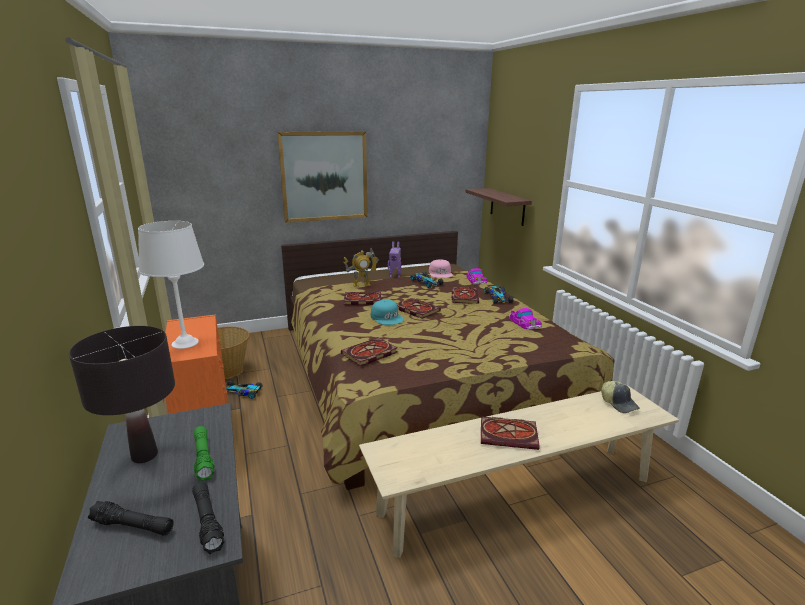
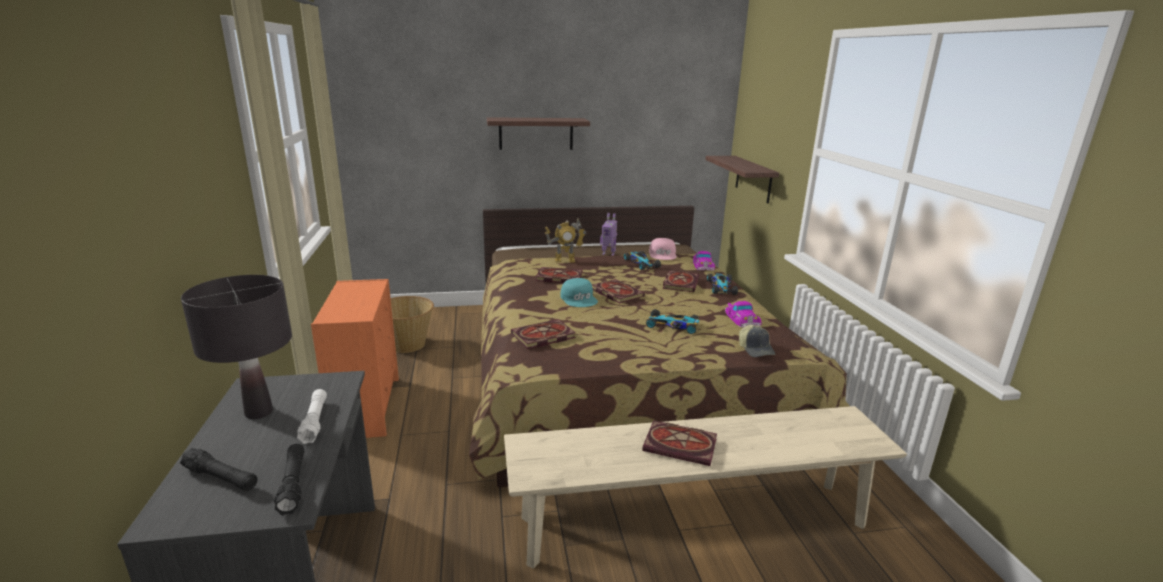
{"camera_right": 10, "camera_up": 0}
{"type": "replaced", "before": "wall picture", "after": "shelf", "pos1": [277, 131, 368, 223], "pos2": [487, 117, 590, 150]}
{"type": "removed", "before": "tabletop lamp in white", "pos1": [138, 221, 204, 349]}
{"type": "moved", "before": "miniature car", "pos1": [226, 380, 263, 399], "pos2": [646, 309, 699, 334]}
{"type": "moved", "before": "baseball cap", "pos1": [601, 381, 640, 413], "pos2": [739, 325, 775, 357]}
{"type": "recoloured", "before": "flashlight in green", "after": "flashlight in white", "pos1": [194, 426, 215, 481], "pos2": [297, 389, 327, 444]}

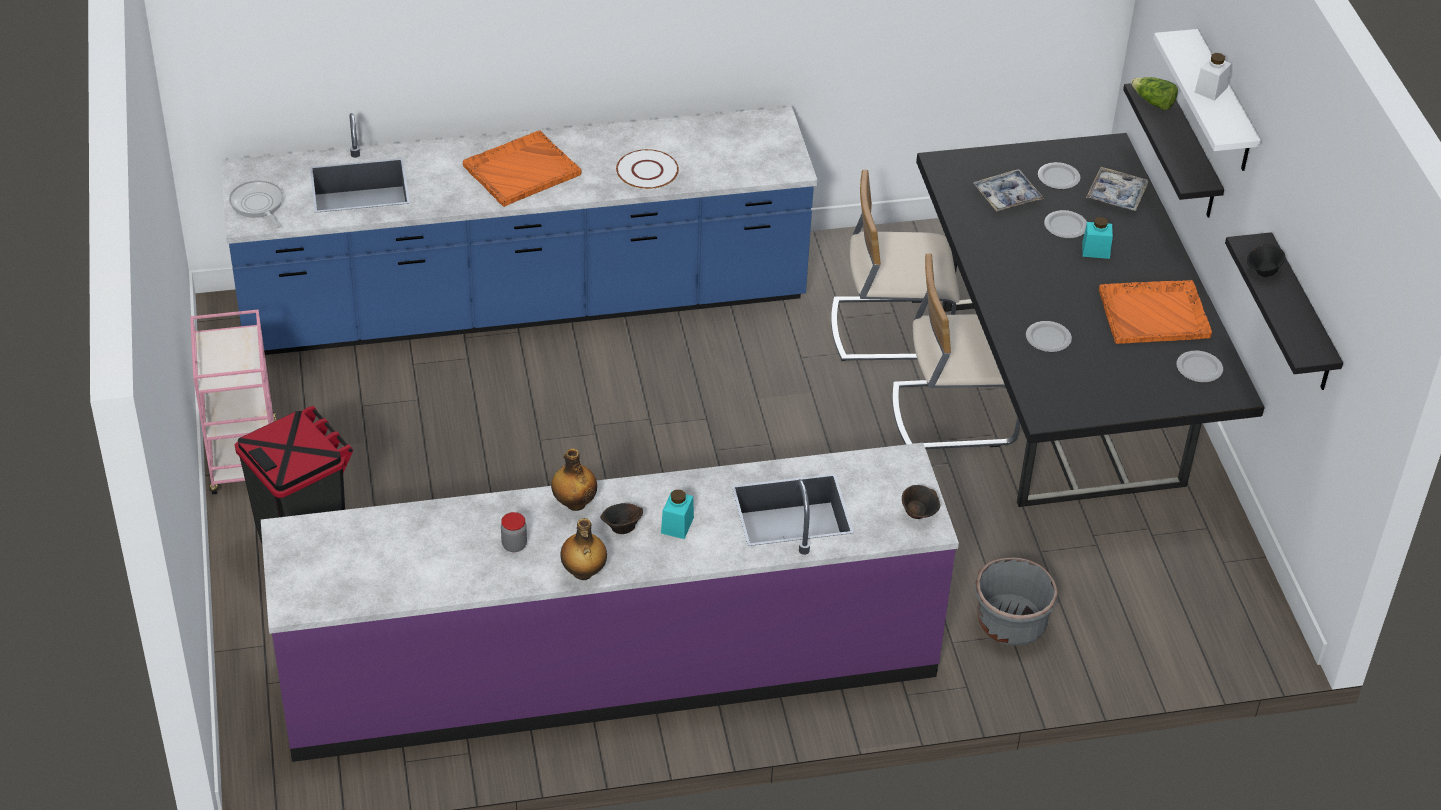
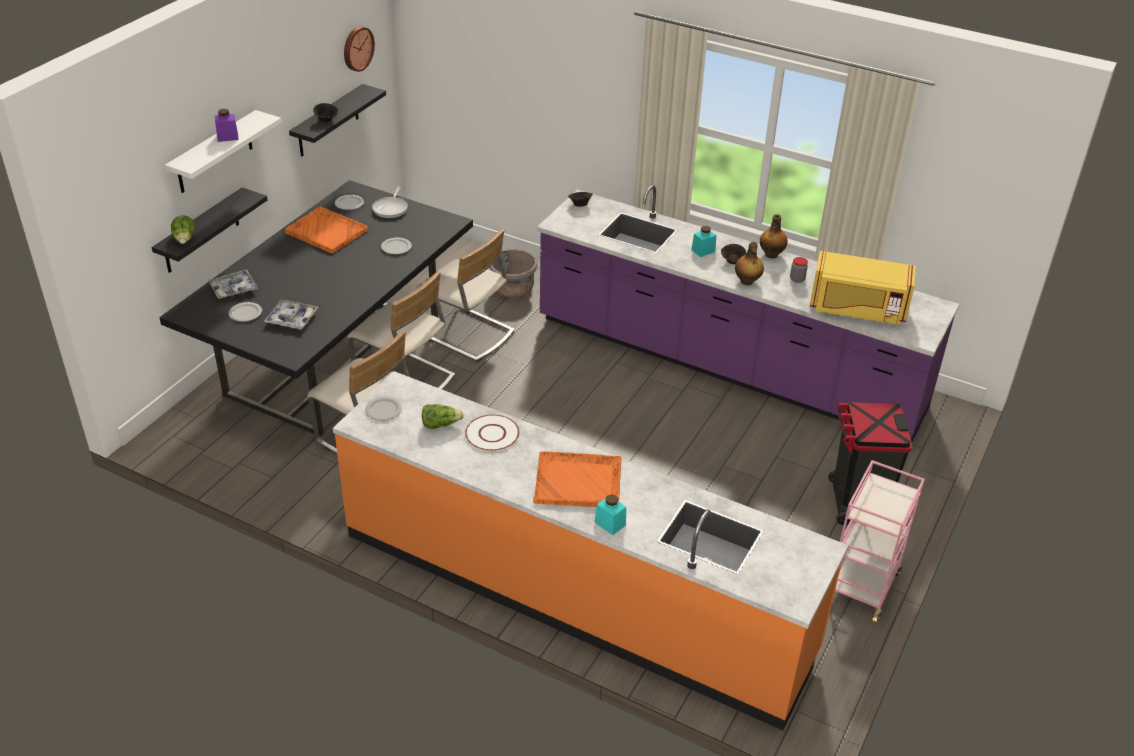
{"camera_right": -140, "camera_up": -5}
{"type": "recoloured", "before": "preserve jar in white", "after": "preserve jar in purple-coloured", "pos1": [1195, 53, 1232, 101], "pos2": [215, 109, 239, 142]}
{"type": "recoloured", "before": "kitchen base unit in blue", "after": "kitchen base unit in orangey", "pos1": [221, 107, 818, 355], "pos2": [333, 371, 849, 730]}
{"type": "moved", "before": "skillet", "pos1": [229, 180, 283, 228], "pos2": [372, 187, 408, 218]}
{"type": "moved", "before": "plate", "pos1": [1044, 210, 1087, 239], "pos2": [365, 397, 402, 421]}
{"type": "moved", "before": "preserve jar in blue-green", "pos1": [1082, 217, 1113, 259], "pos2": [595, 494, 626, 535]}
{"type": "added", "after": "clock on the wall", "pos2": [344, 26, 375, 72]}
{"type": "added", "after": "upright chair in sand-coloured", "pos2": [414, 229, 515, 362]}
{"type": "added", "after": "microwave oven in yellow-coloured", "pos2": [810, 251, 916, 325]}
{"type": "added", "after": "lettuce", "pos2": [422, 404, 464, 429]}

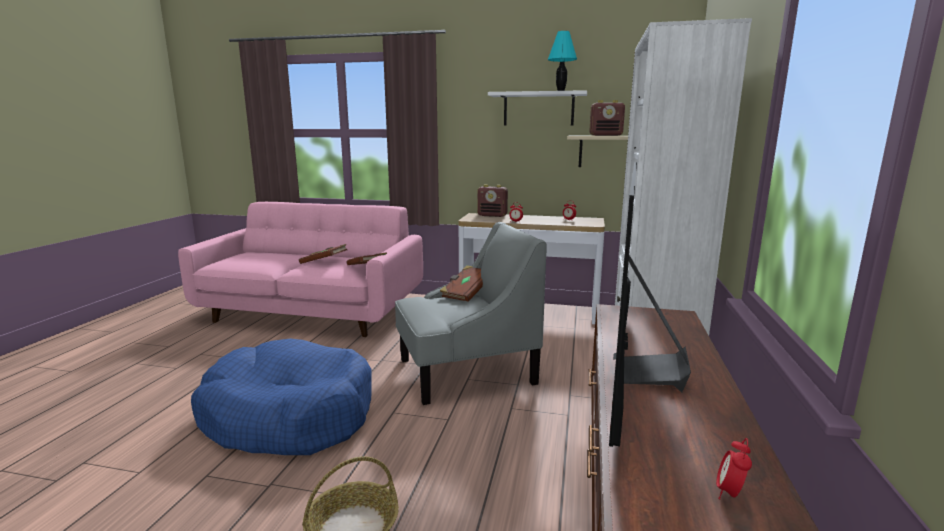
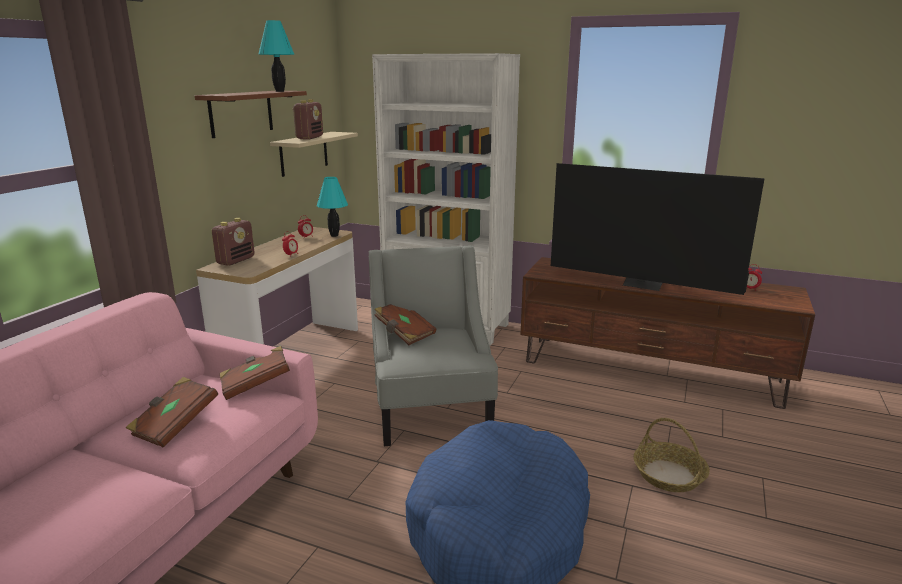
{"camera_right": -80, "camera_up": 5}
{"type": "recoloured", "before": "shelf in white", "after": "shelf in brown", "pos1": [488, 90, 587, 125], "pos2": [195, 91, 307, 138]}
{"type": "added", "after": "tabletop lamp in blue-green", "pos2": [317, 177, 348, 237]}

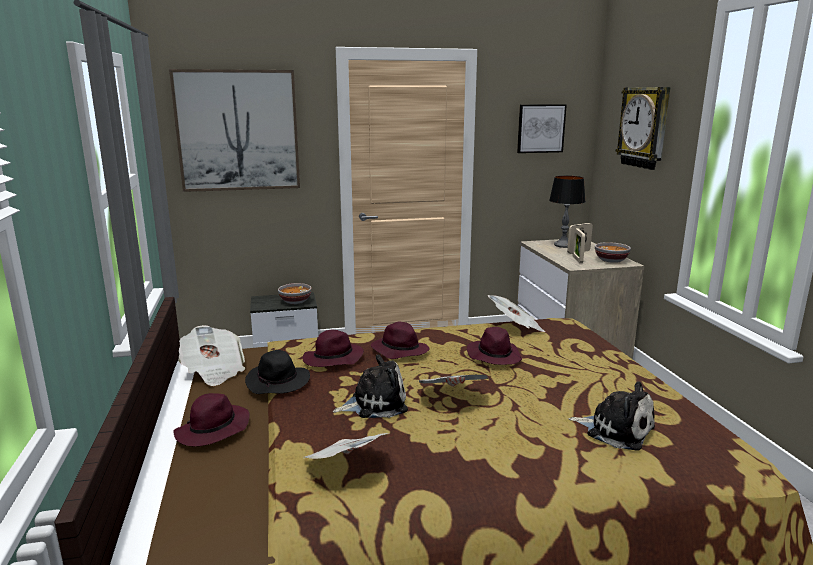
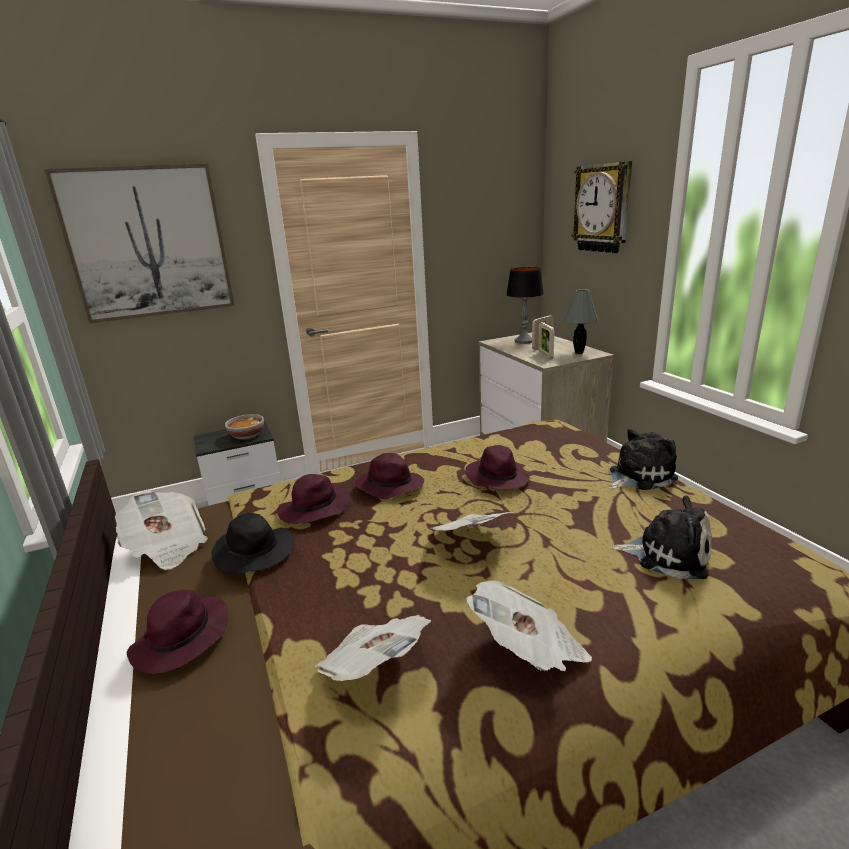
{"camera_right": -10, "camera_up": 5}
{"type": "removed", "before": "wall picture", "pos1": [517, 104, 567, 153]}
{"type": "replaced", "before": "deep dish", "after": "tabletop lamp in gray", "pos1": [595, 242, 631, 263], "pos2": [564, 289, 598, 354]}
{"type": "moved", "before": "printed paper", "pos1": [487, 295, 545, 332], "pos2": [466, 580, 592, 671]}
{"type": "moved", "before": "cuddly toy", "pos1": [333, 355, 408, 418], "pos2": [609, 429, 678, 490]}

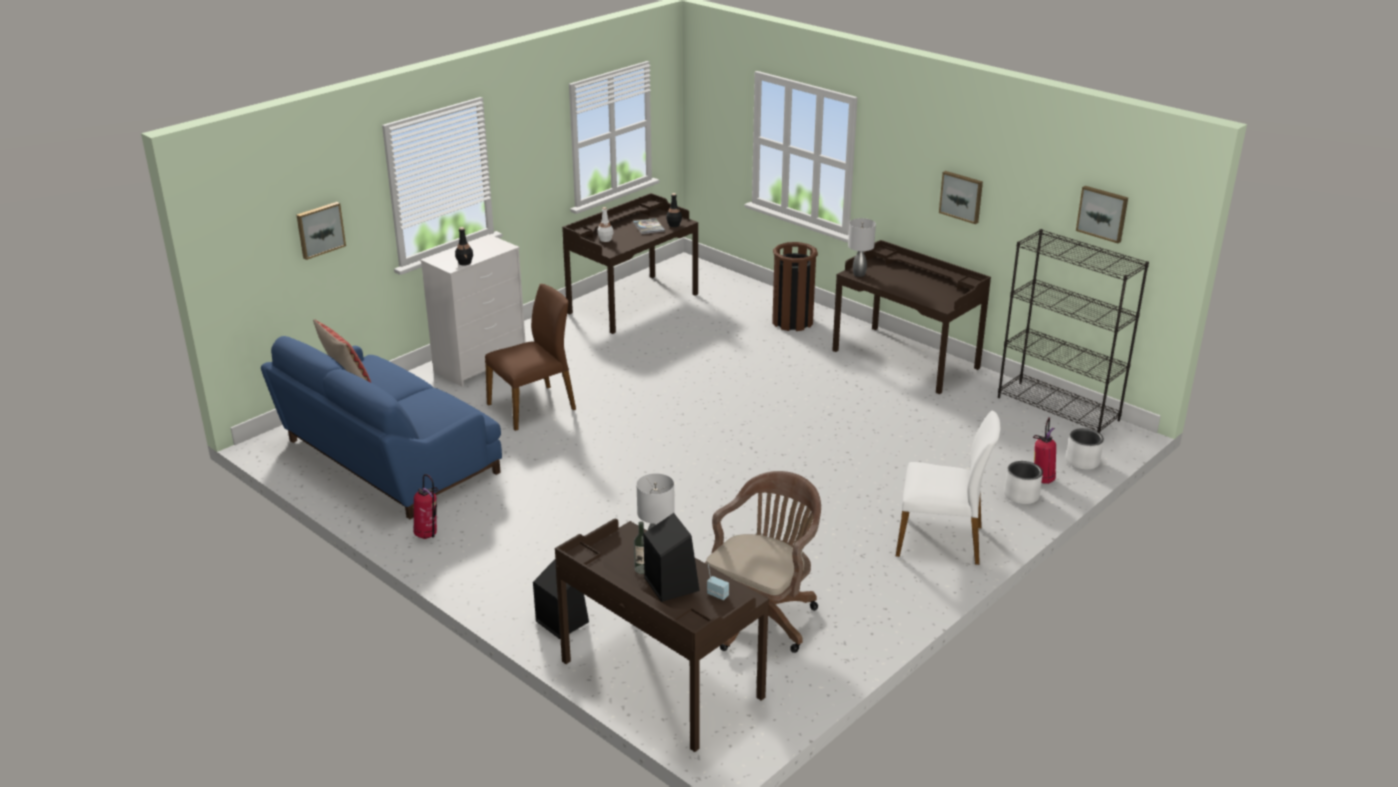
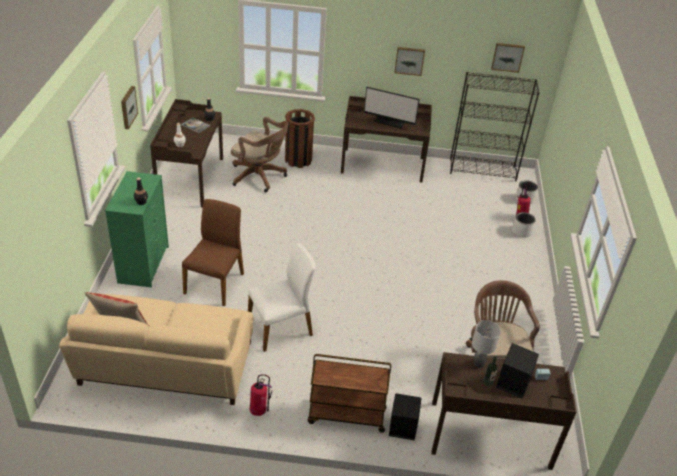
{"camera_right": -40, "camera_up": 10}
{"type": "moved", "before": "wall picture", "pos1": [296, 202, 346, 260], "pos2": [121, 86, 138, 129]}
{"type": "removed", "before": "tabletop lamp in gray", "pos1": [848, 218, 876, 277]}
{"type": "recoloured", "before": "dresser in white", "after": "dresser in green", "pos1": [420, 234, 526, 387], "pos2": [105, 171, 169, 287]}
{"type": "recoloured", "before": "settee in blue", "after": "settee in sand-coloured", "pos1": [261, 336, 502, 519], "pos2": [59, 294, 253, 405]}
{"type": "moved", "before": "upright chair in white", "pos1": [896, 410, 1001, 565], "pos2": [248, 243, 316, 352]}
{"type": "added", "after": "computer screen", "pos2": [364, 87, 419, 128]}
{"type": "added", "after": "desk chair in brown", "pos2": [231, 117, 289, 192]}
{"type": "added", "after": "trolley in brown", "pos2": [308, 354, 391, 433]}

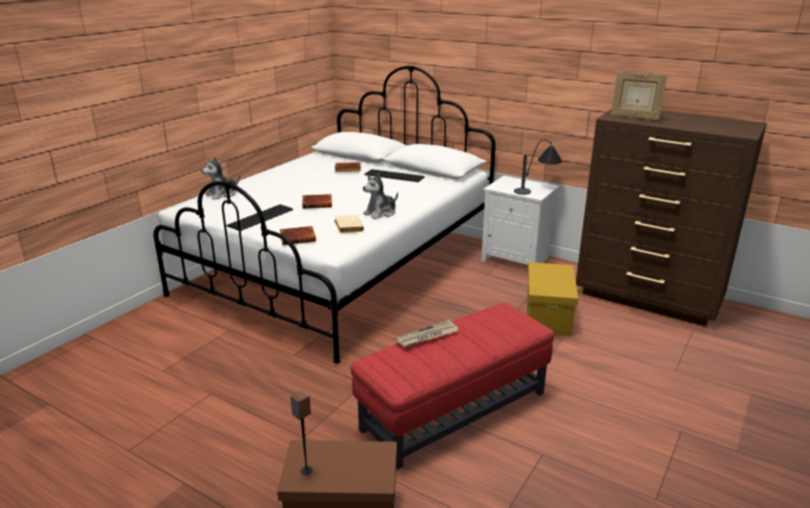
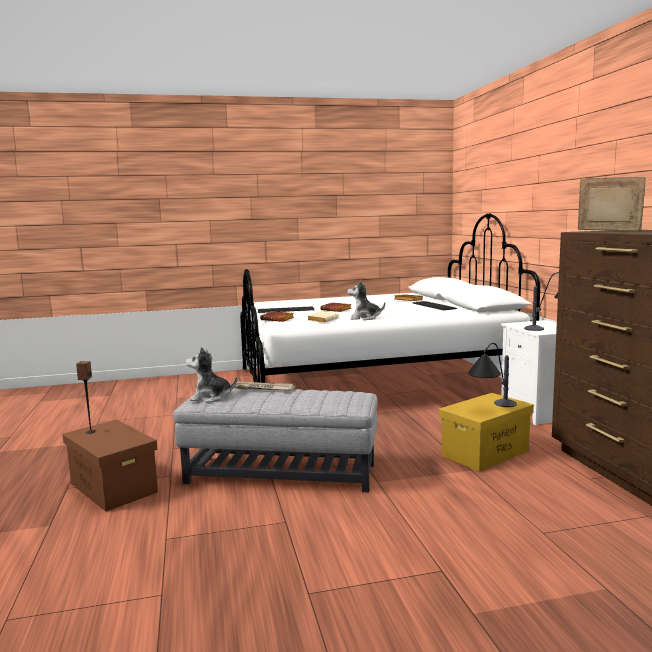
{"camera_right": 45, "camera_up": -15}
{"type": "turned", "before": "standing frame", "pos1": [611, 71, 667, 120], "pos2": [578, 176, 646, 231], "turn": 135}
{"type": "moved", "before": "cuddly toy", "pos1": [201, 157, 240, 200], "pos2": [186, 347, 237, 403]}
{"type": "recoloured", "before": "footrest in red", "after": "footrest in gray", "pos1": [351, 303, 554, 470], "pos2": [173, 388, 378, 493]}
{"type": "added", "after": "tabletop lamp", "pos2": [468, 343, 517, 407]}

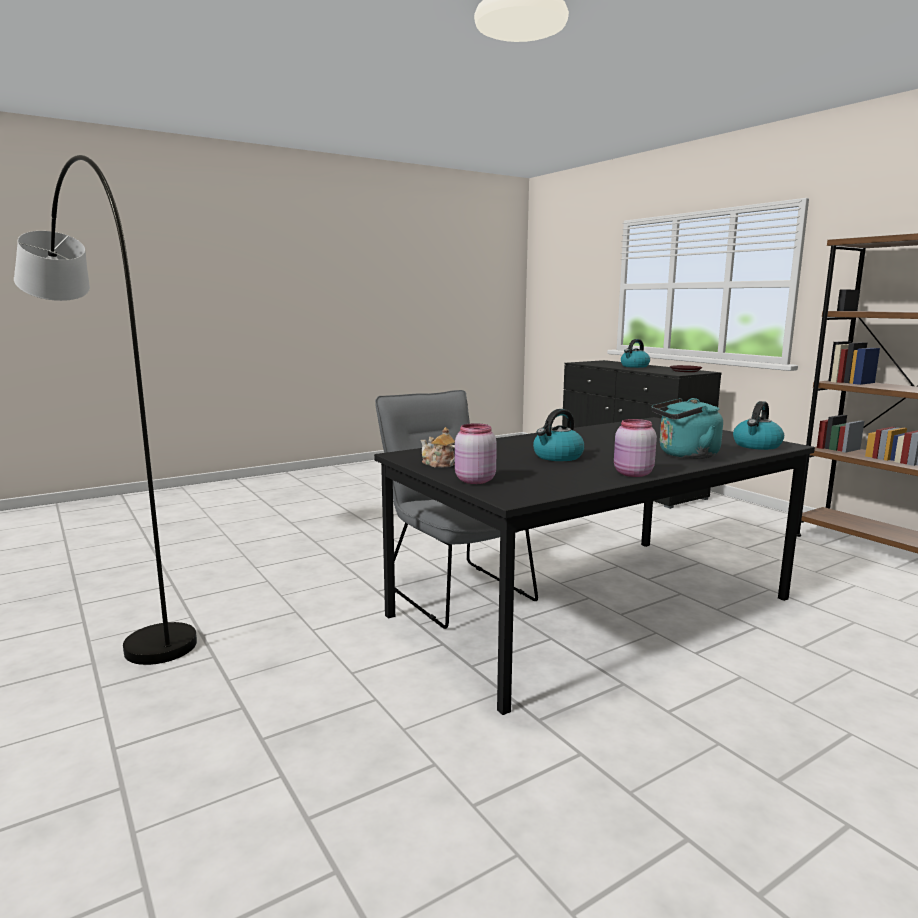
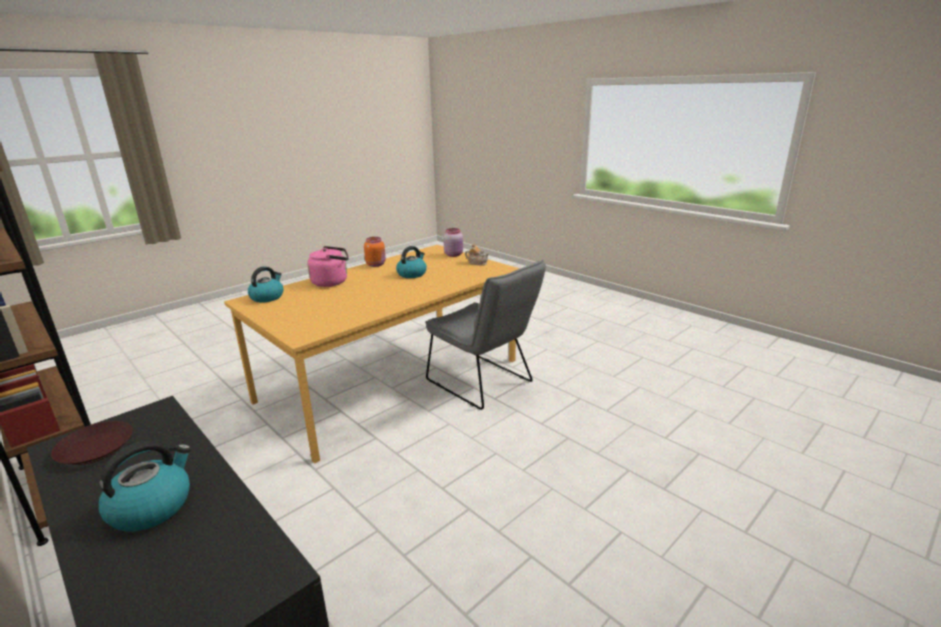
{"camera_right": 170, "camera_up": 10}
{"type": "removed", "before": "floor lamp in gray", "pos1": [14, 155, 197, 665]}
{"type": "recoloured", "before": "water kettle in blue-green", "after": "water kettle in pinkish", "pos1": [651, 398, 723, 459], "pos2": [307, 246, 349, 287]}
{"type": "recoloured", "before": "dining table in black", "after": "dining table in orangey", "pos1": [374, 417, 815, 715], "pos2": [224, 245, 520, 463]}
{"type": "recoloured", "before": "preserve jar in pinkish", "after": "preserve jar in orangey", "pos1": [614, 419, 657, 477], "pos2": [364, 237, 386, 267]}

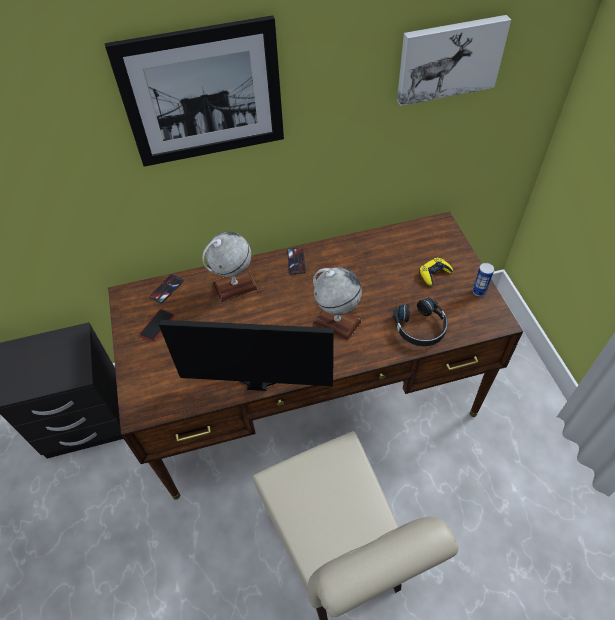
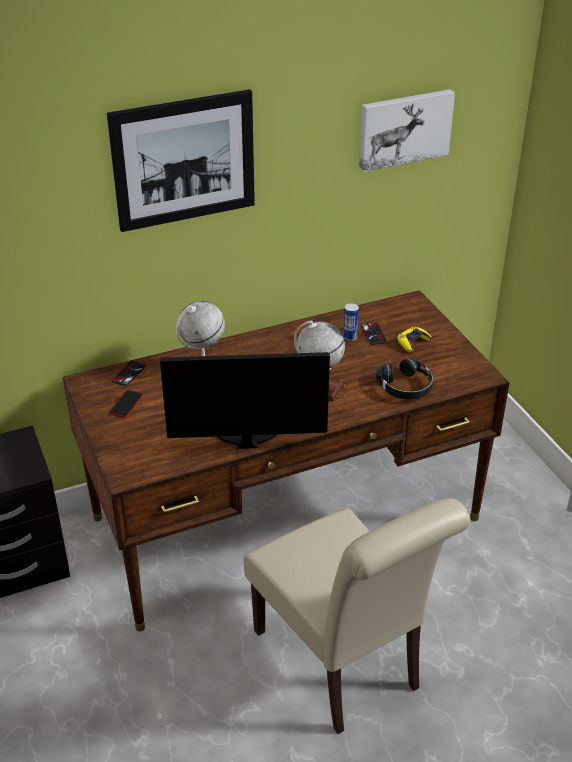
{"camera_right": -10, "camera_up": -15}
{"type": "moved", "before": "telephone", "pos1": [287, 247, 306, 274], "pos2": [361, 322, 387, 345]}
{"type": "moved", "before": "can", "pos1": [472, 263, 494, 297], "pos2": [343, 303, 359, 341]}

